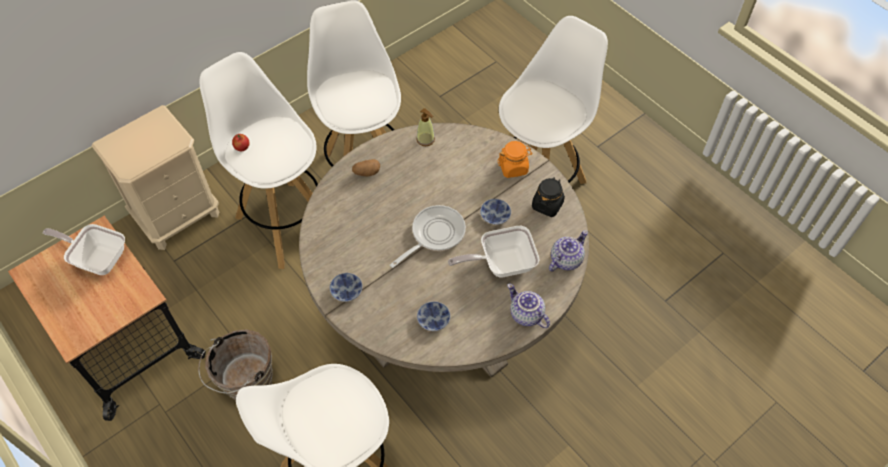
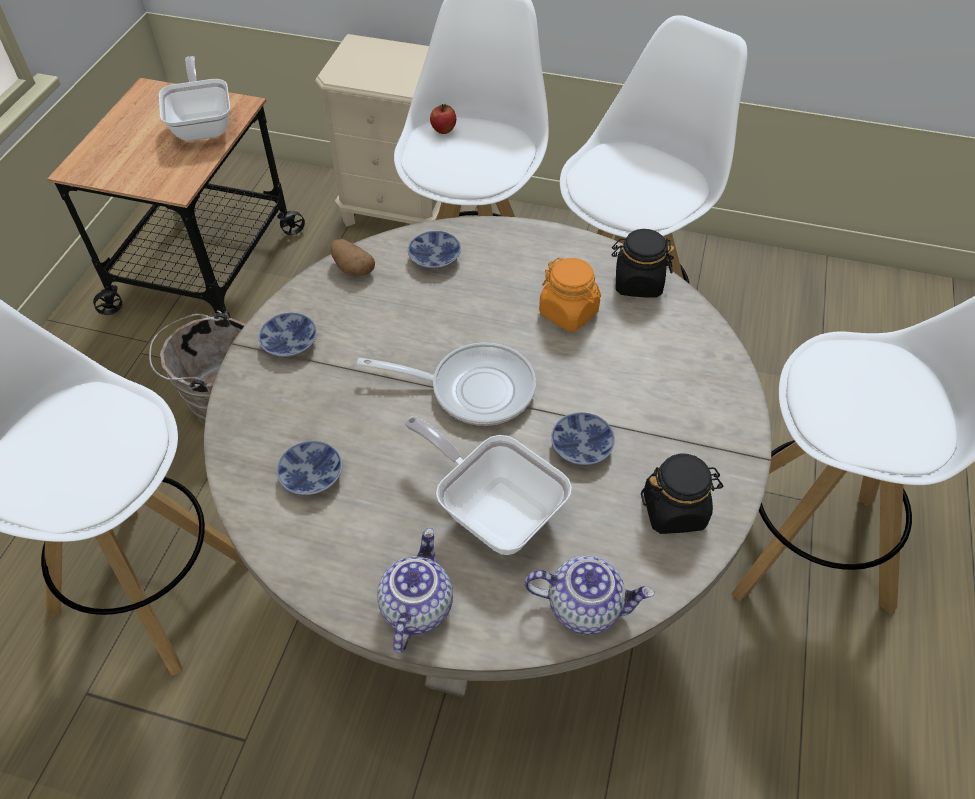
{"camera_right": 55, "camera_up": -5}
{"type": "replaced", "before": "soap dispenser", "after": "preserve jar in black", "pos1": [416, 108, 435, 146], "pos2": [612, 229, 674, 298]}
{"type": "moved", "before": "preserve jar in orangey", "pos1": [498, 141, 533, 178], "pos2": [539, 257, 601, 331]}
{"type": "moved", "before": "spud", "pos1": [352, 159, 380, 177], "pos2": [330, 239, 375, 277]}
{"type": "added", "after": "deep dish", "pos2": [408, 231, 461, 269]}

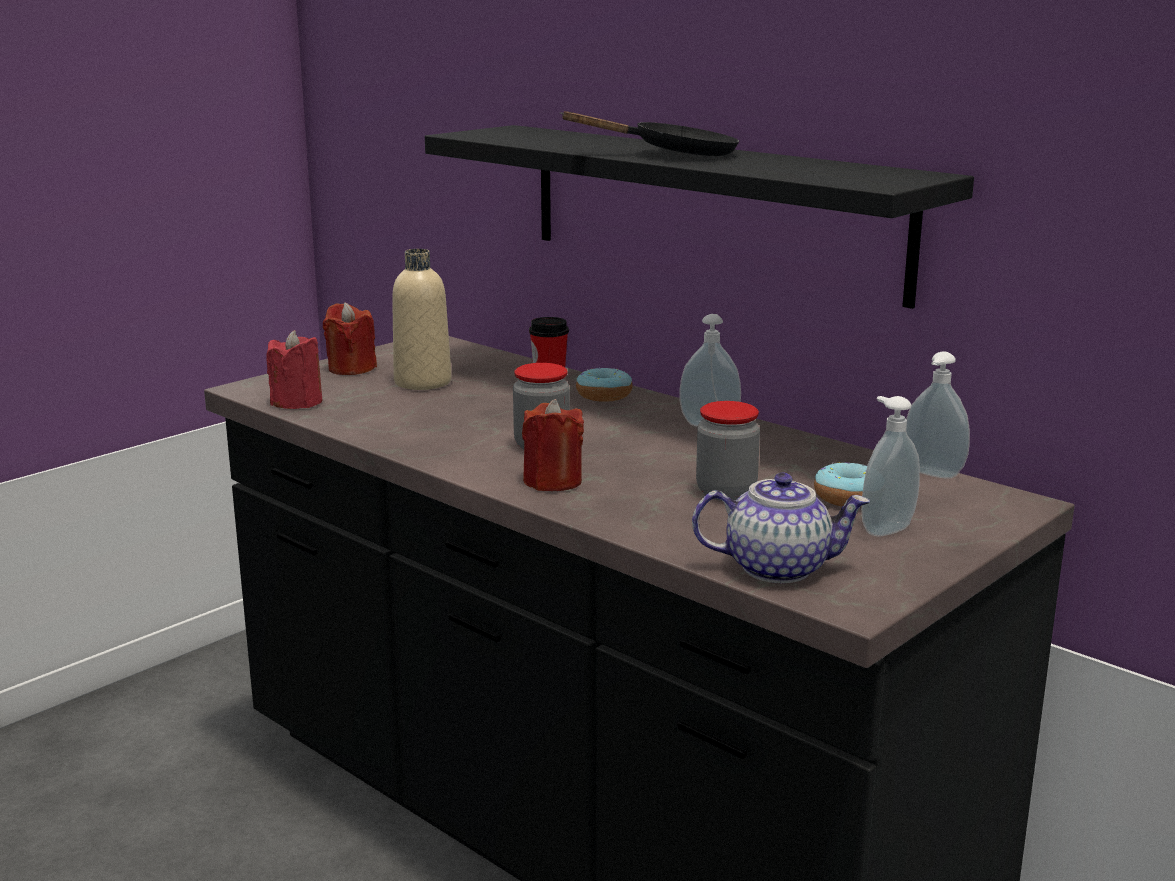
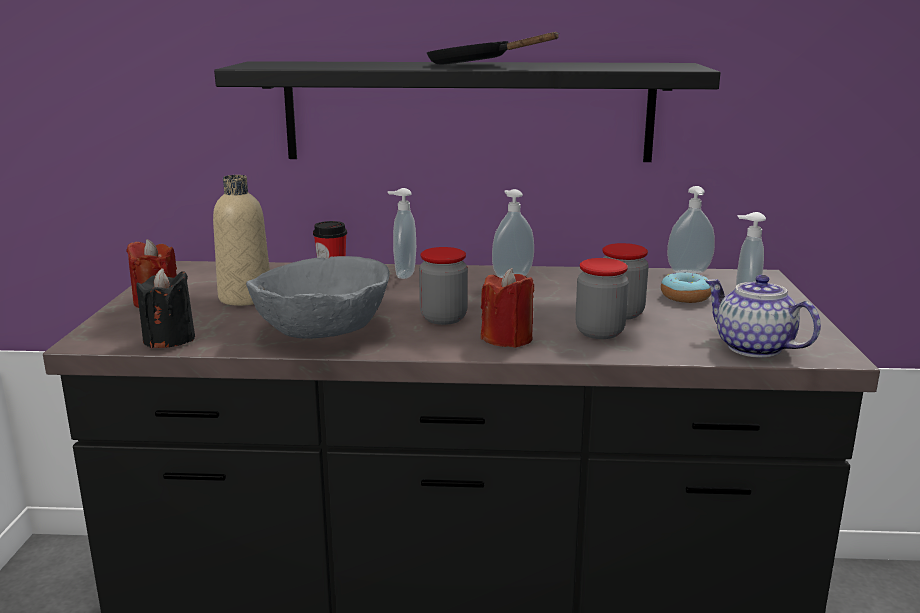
{"camera_right": -40, "camera_up": 0}
{"type": "turned", "before": "skillet in black", "pos1": [560, 111, 739, 156], "pos2": [427, 32, 560, 65], "turn": -105}
{"type": "recoloured", "before": "wax candle in red", "after": "wax candle in black", "pos1": [266, 330, 322, 409], "pos2": [136, 268, 195, 348]}
{"type": "replaced", "before": "ring doughnut", "after": "soap dispenser", "pos1": [576, 368, 633, 402], "pos2": [388, 188, 416, 279]}
{"type": "turned", "before": "pot for tea", "pos1": [692, 473, 870, 583], "pos2": [705, 275, 821, 358], "turn": -90}
{"type": "added", "after": "deep dish in gray", "pos2": [246, 256, 390, 339]}
{"type": "added", "after": "preserve jar", "pos2": [575, 258, 629, 339]}

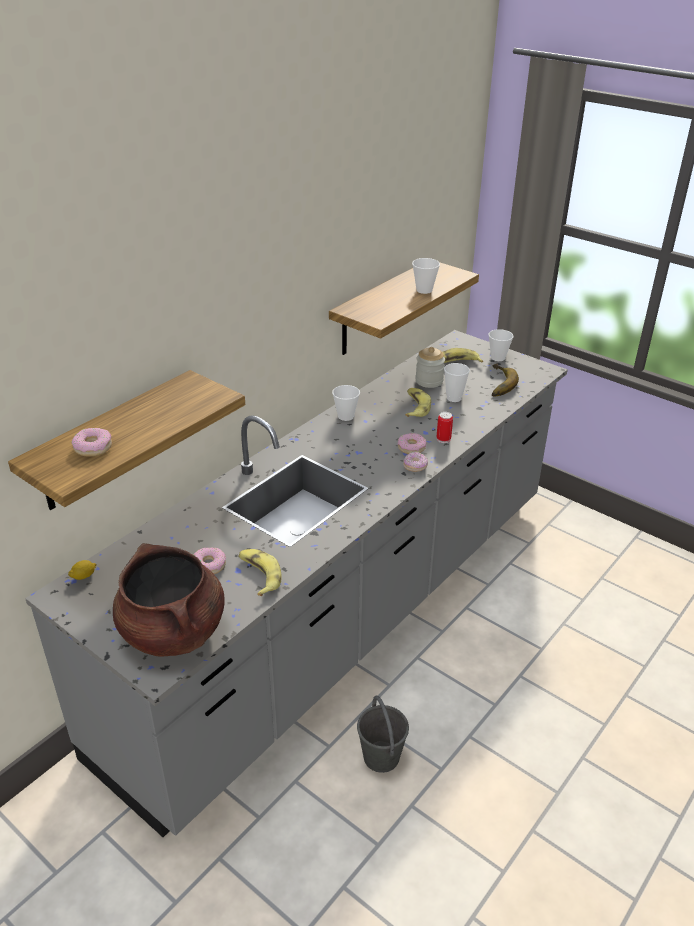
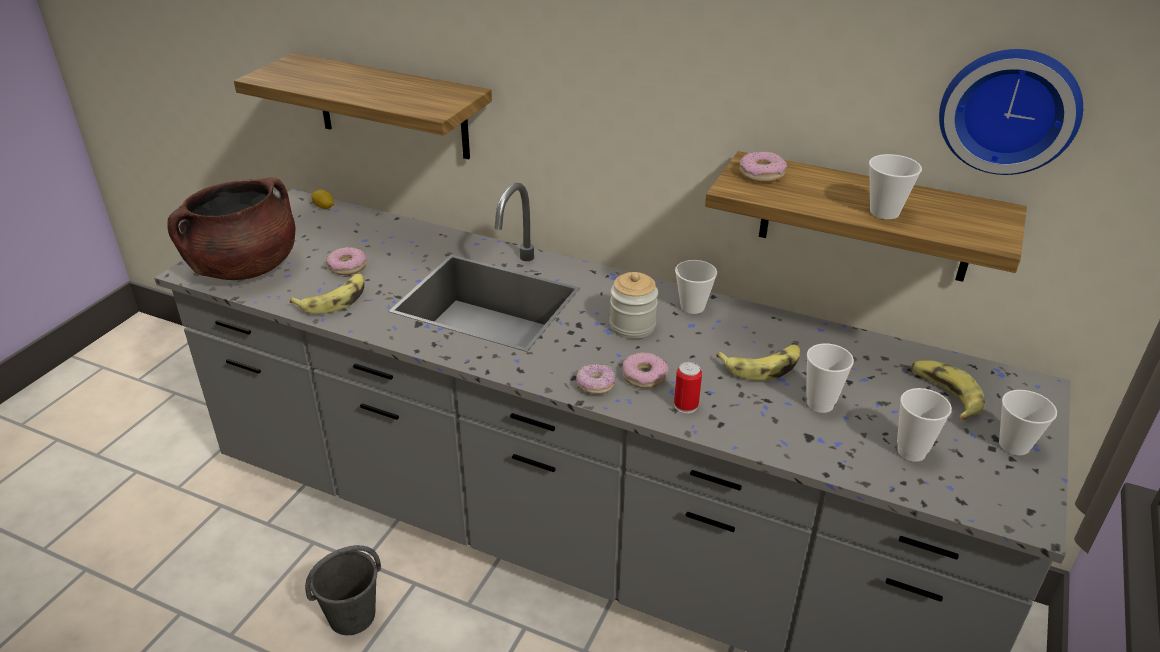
{"camera_right": 75, "camera_up": 0}
{"type": "moved", "before": "preserve jar", "pos1": [415, 347, 445, 388], "pos2": [610, 272, 658, 339]}
{"type": "replaced", "before": "banana fruit", "after": "small cup", "pos1": [492, 364, 519, 397], "pos2": [897, 388, 952, 462]}
{"type": "moved", "before": "ring doughnut", "pos1": [72, 428, 112, 457], "pos2": [740, 152, 787, 182]}
{"type": "added", "after": "clock on the wall", "pos2": [939, 49, 1083, 175]}

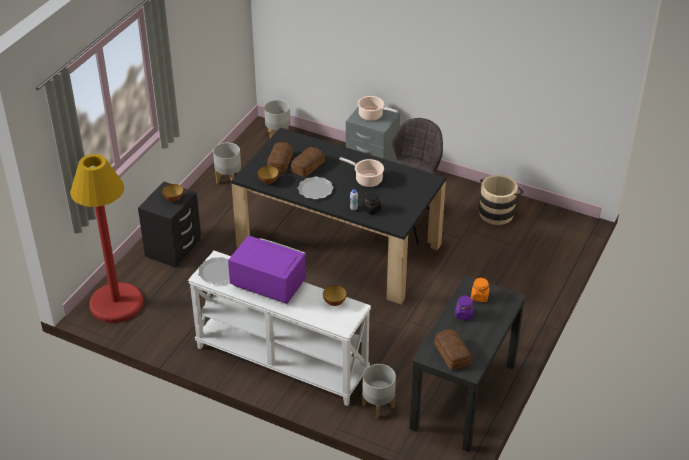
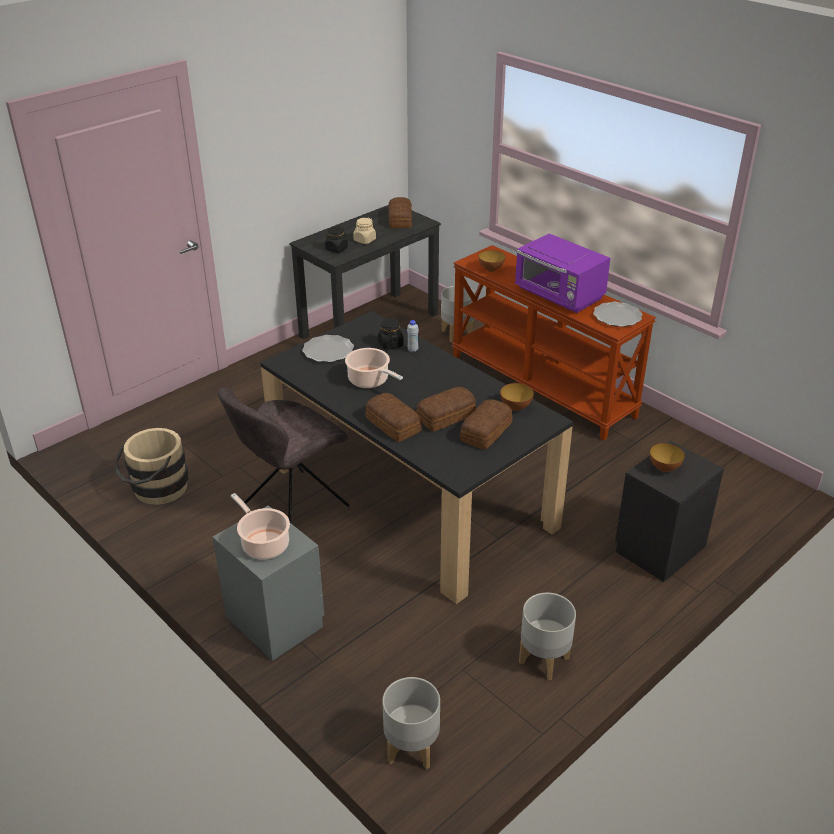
{"camera_right": -160, "camera_up": -5}
{"type": "removed", "before": "floor lamp in red", "pos1": [70, 154, 144, 323]}
{"type": "moved", "before": "plate", "pos1": [298, 177, 334, 199], "pos2": [302, 335, 354, 362]}
{"type": "recoloured", "before": "console table in white", "after": "console table in brown", "pos1": [188, 251, 371, 406], "pos2": [452, 245, 656, 441]}
{"type": "recoloured", "before": "preserve jar in orangey", "after": "preserve jar in black", "pos1": [471, 277, 490, 302], "pos2": [325, 226, 348, 253]}
{"type": "recoloured", "before": "preserve jar in purple-coloured", "after": "preserve jar in sand-coloured", "pos1": [455, 296, 474, 321], "pos2": [353, 218, 376, 244]}
{"type": "added", "after": "bread", "pos2": [365, 393, 421, 442]}

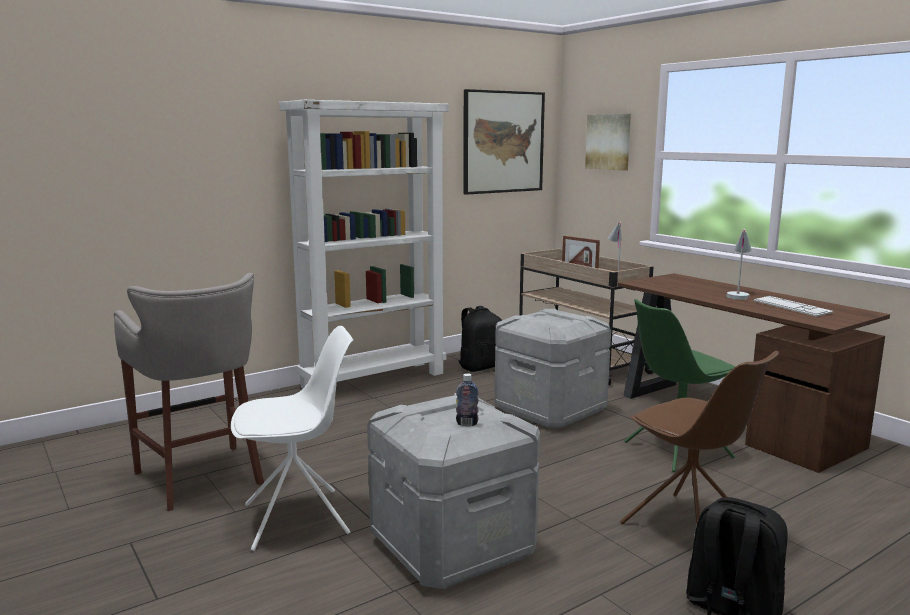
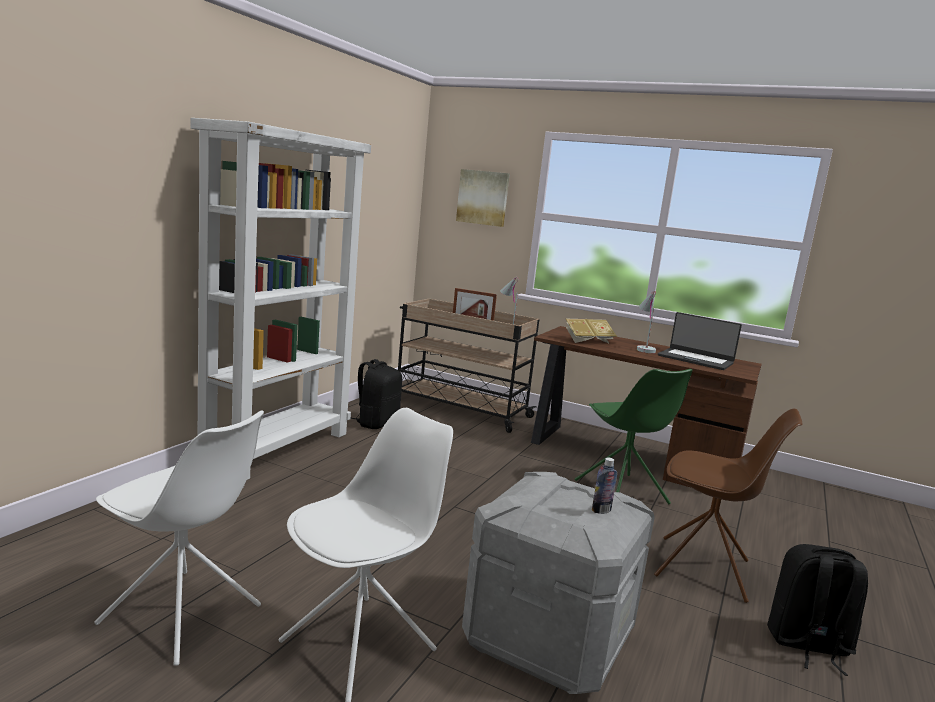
{"camera_right": -30, "camera_up": 0}
{"type": "removed", "before": "wall picture", "pos1": [463, 89, 545, 195]}
{"type": "replaced", "before": "stool seat in gray", "after": "upright chair in white", "pos1": [114, 273, 264, 511], "pos2": [94, 410, 264, 666]}
{"type": "replaced", "before": "computer keyboard", "after": "notebook computer", "pos1": [753, 296, 834, 317], "pos2": [658, 312, 742, 370]}
{"type": "turned", "before": "upright chair in green", "pos1": [624, 299, 735, 472], "pos2": [575, 369, 692, 504], "turn": -60}
{"type": "removed", "before": "storage container in gray", "pos1": [495, 309, 611, 428]}
{"type": "added", "after": "volume", "pos2": [566, 319, 617, 343]}

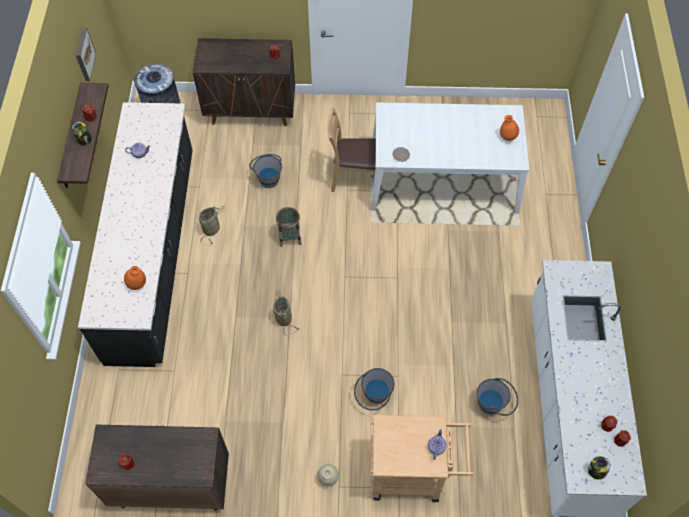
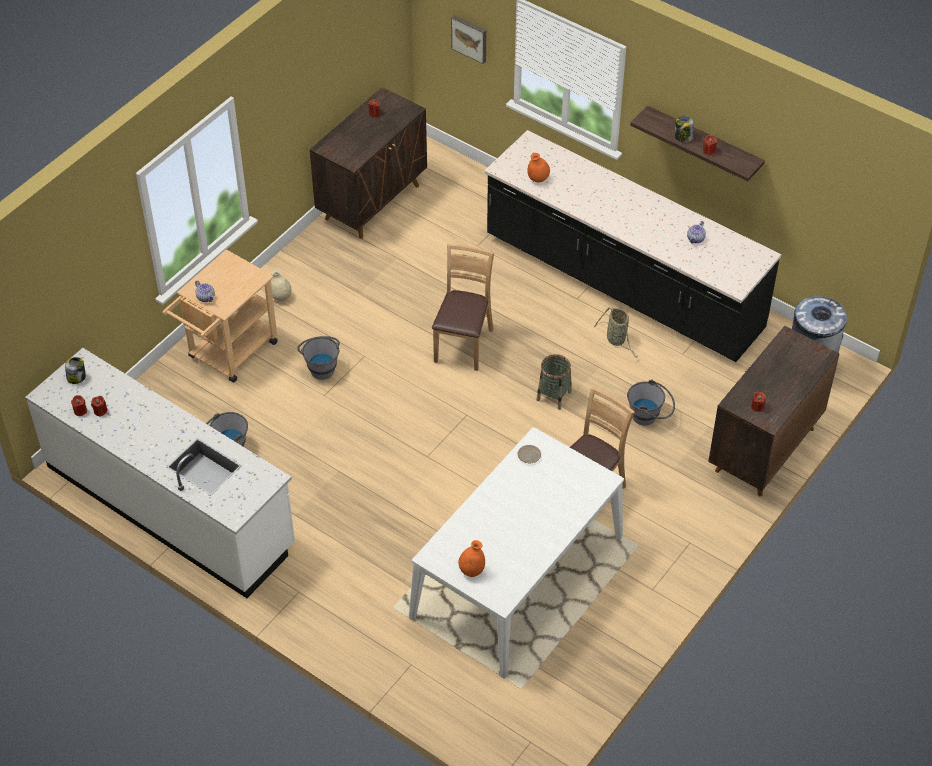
{"camera_right": 125, "camera_up": -10}
{"type": "moved", "before": "wall picture", "pos1": [76, 28, 96, 81], "pos2": [451, 15, 486, 64]}
{"type": "replaced", "before": "household basket", "after": "upright chair in brown", "pos1": [273, 291, 299, 336], "pos2": [432, 244, 494, 371]}

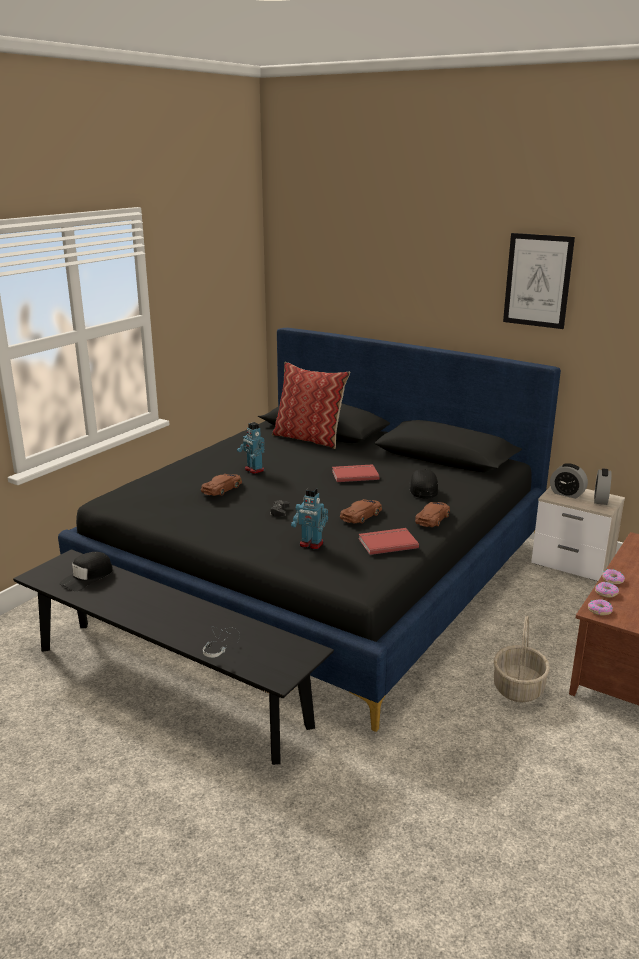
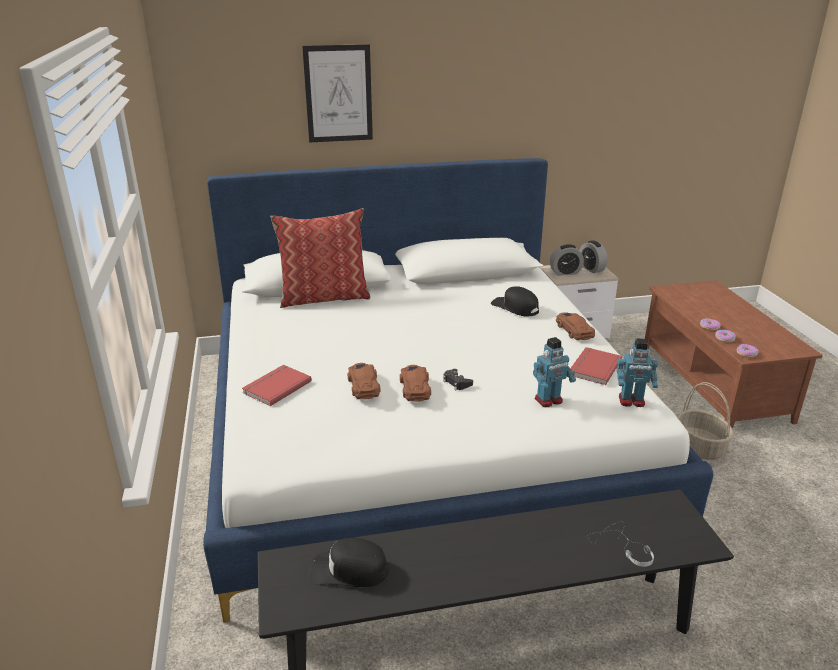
{"camera_right": -45, "camera_up": 5}
{"type": "moved", "before": "wall picture", "pos1": [503, 233, 575, 329], "pos2": [302, 44, 373, 143]}
{"type": "recoloured", "before": "bed in black", "after": "bed in white", "pos1": [58, 328, 561, 732], "pos2": [203, 158, 714, 623]}
{"type": "moved", "before": "robot figure", "pos1": [237, 422, 265, 474], "pos2": [617, 339, 658, 407]}
{"type": "moved", "before": "volume in red", "pos1": [332, 464, 379, 482], "pos2": [242, 365, 312, 406]}
{"type": "moved", "before": "miniature car in brown", "pos1": [340, 499, 382, 524], "pos2": [400, 365, 431, 402]}
{"type": "turned", "before": "baseball cap in black", "pos1": [59, 552, 113, 591], "pos2": [308, 538, 388, 587], "turn": 105}

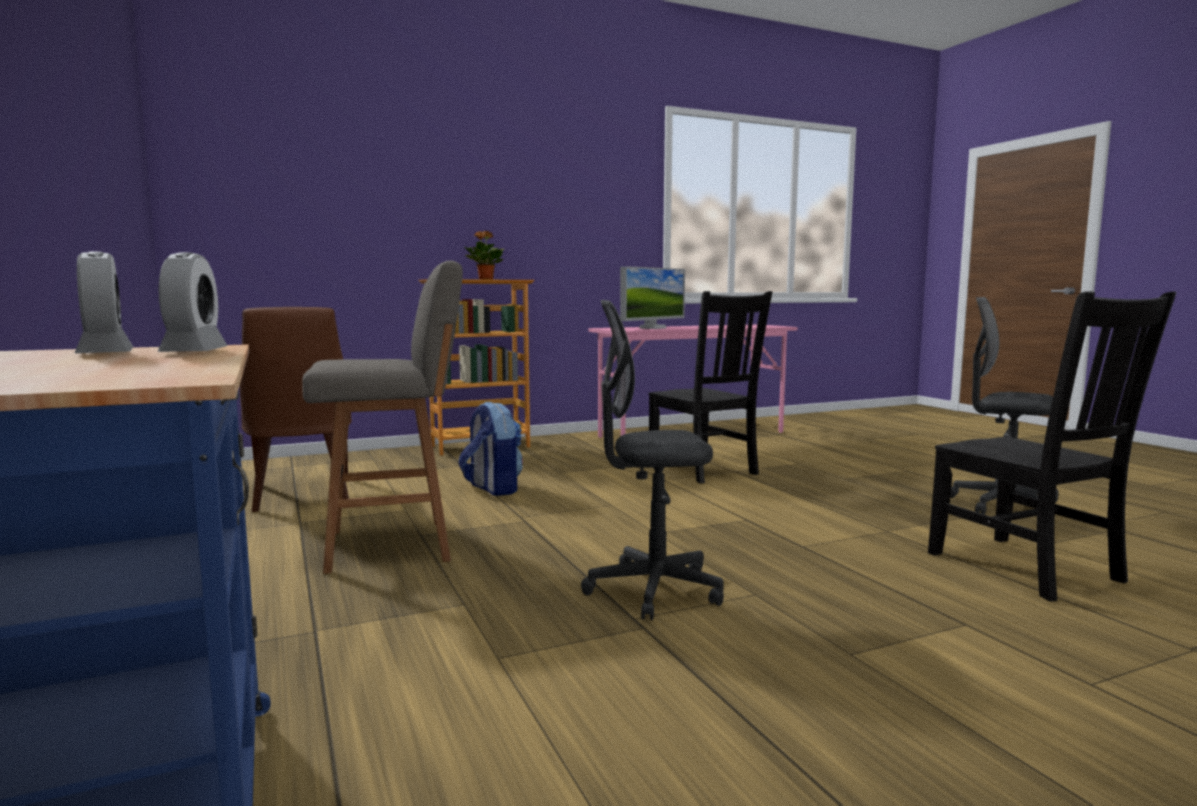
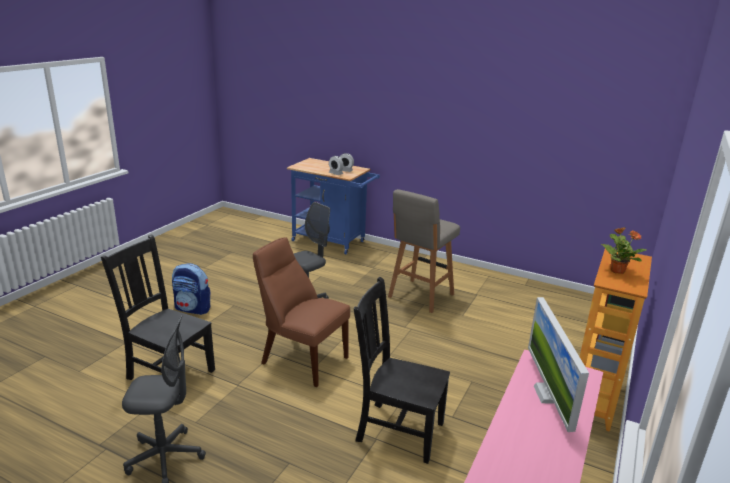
{"camera_right": 140, "camera_up": 15}
{"type": "moved", "before": "upright chair in brown", "pos1": [239, 307, 352, 512], "pos2": [253, 238, 350, 387]}
{"type": "moved", "before": "rucksack", "pos1": [459, 402, 523, 496], "pos2": [172, 263, 211, 315]}

